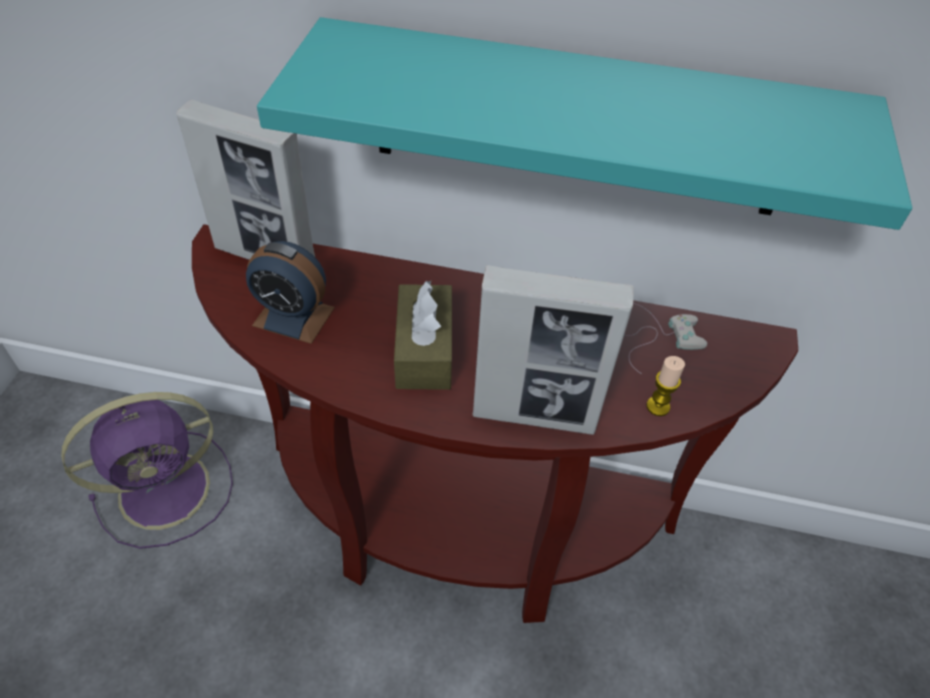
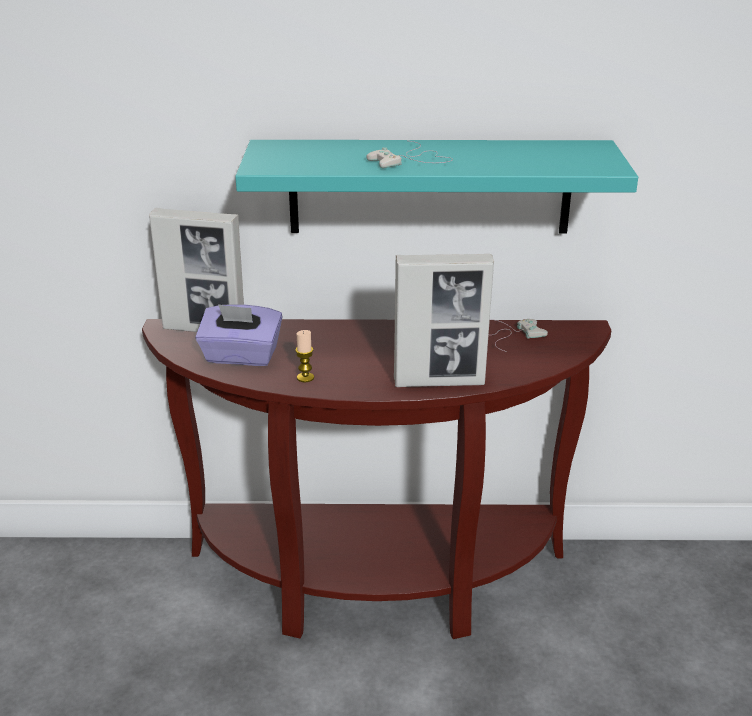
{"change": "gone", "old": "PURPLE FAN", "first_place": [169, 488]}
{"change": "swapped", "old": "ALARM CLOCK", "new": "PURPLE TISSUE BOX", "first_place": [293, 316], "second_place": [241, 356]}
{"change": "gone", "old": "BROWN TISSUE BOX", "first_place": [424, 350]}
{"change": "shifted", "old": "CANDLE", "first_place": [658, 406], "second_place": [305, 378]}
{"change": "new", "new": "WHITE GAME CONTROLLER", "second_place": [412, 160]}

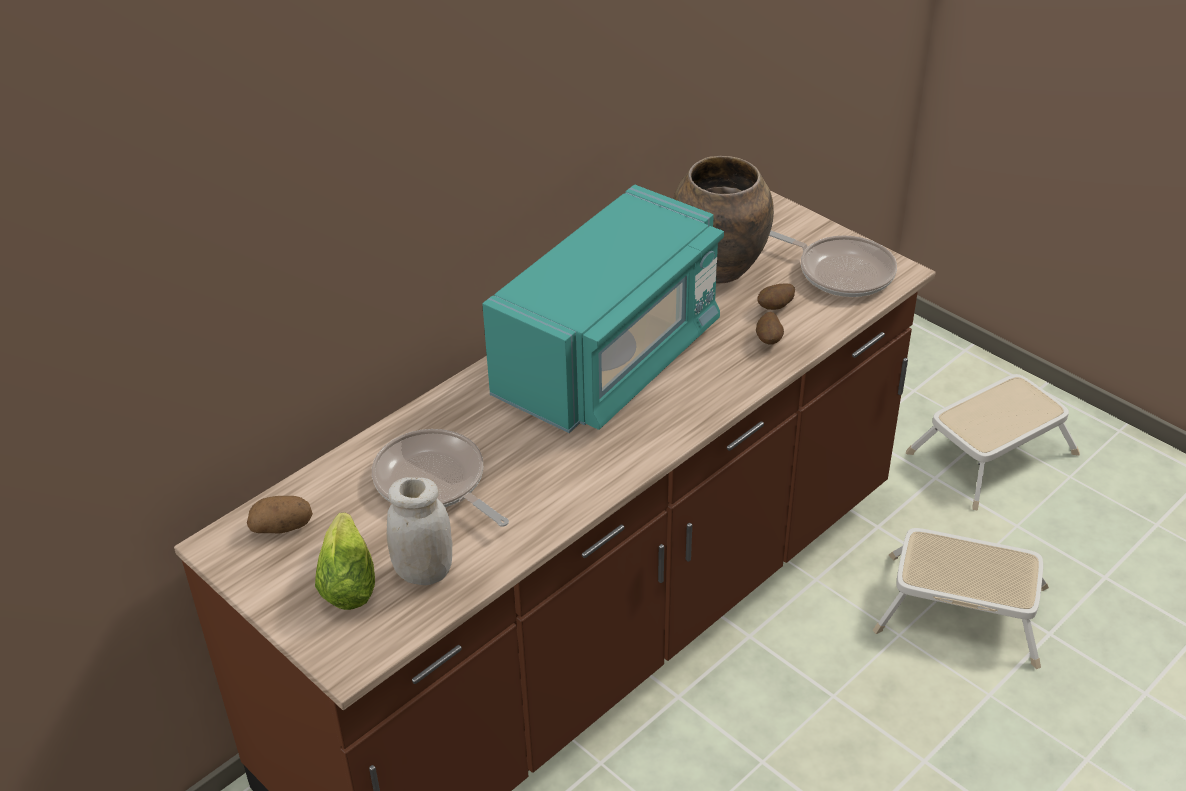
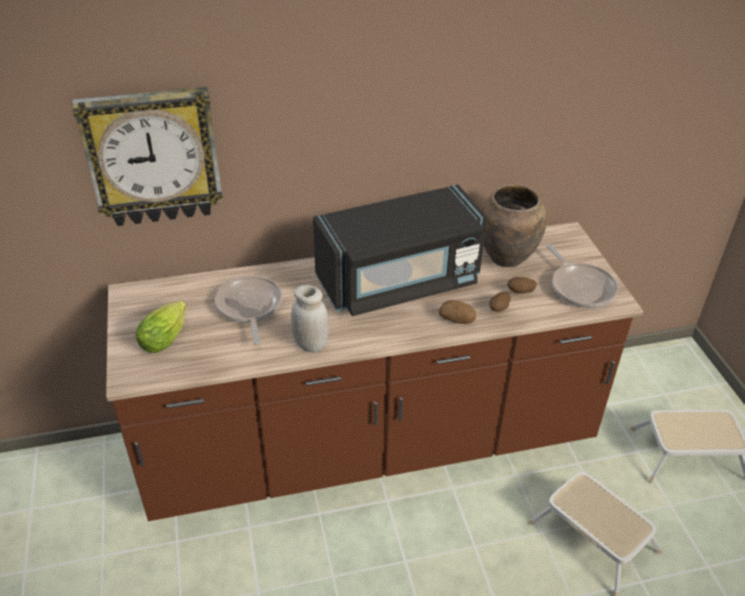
{"change": "shifted", "old": "POTATO", "first_place": [282, 527], "second_place": [457, 320]}
{"change": "shifted", "old": "WHITE JAR", "first_place": [424, 572], "second_place": [310, 344]}
{"change": "repainted", "old": "TURQUOISE MICROWAVE", "new": "BLACK MICROWAVE", "first_place": [610, 359], "second_place": [399, 282]}
{"change": "new", "new": "WALL CLOCK", "second_place": [153, 157]}

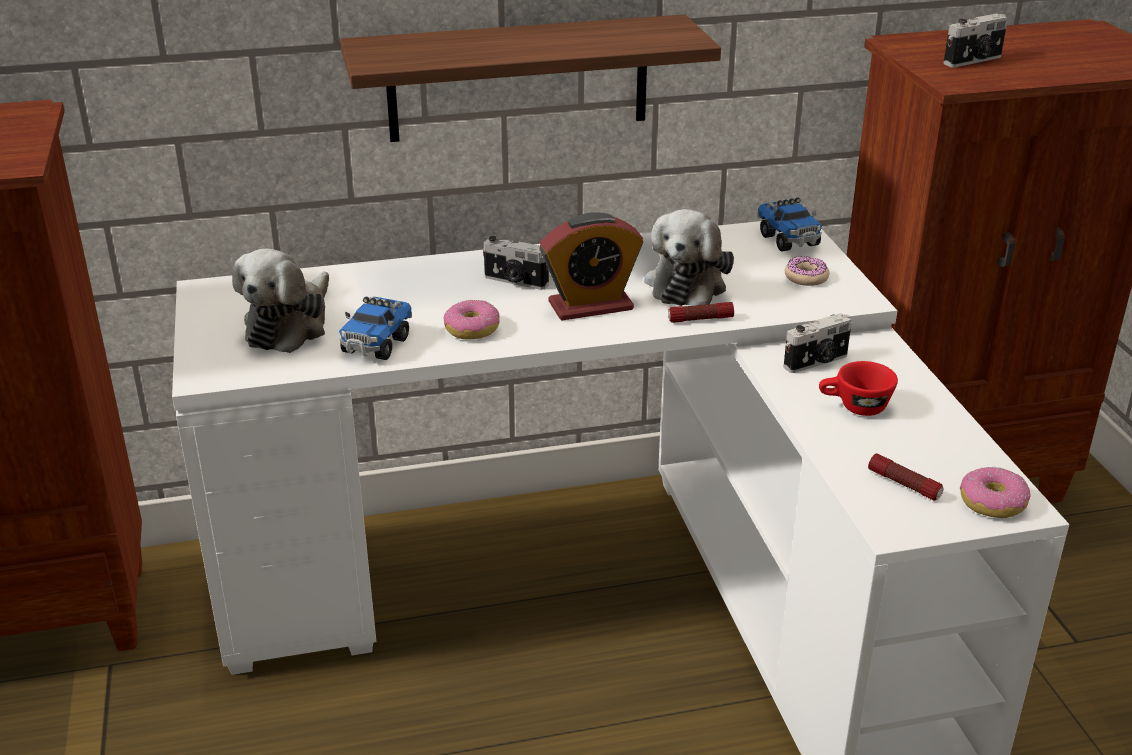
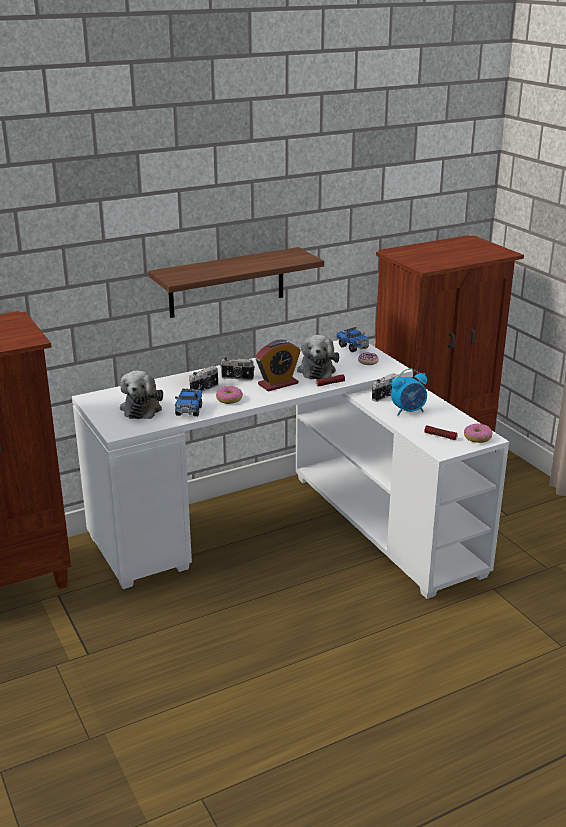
{"change": "swapped", "old": "RED CUP", "new": "ALARM CLOCK", "first_place": [854, 407], "second_place": [408, 411]}
{"change": "shifted", "old": "PHOTO CAMERA", "first_place": [974, 61], "second_place": [205, 389]}

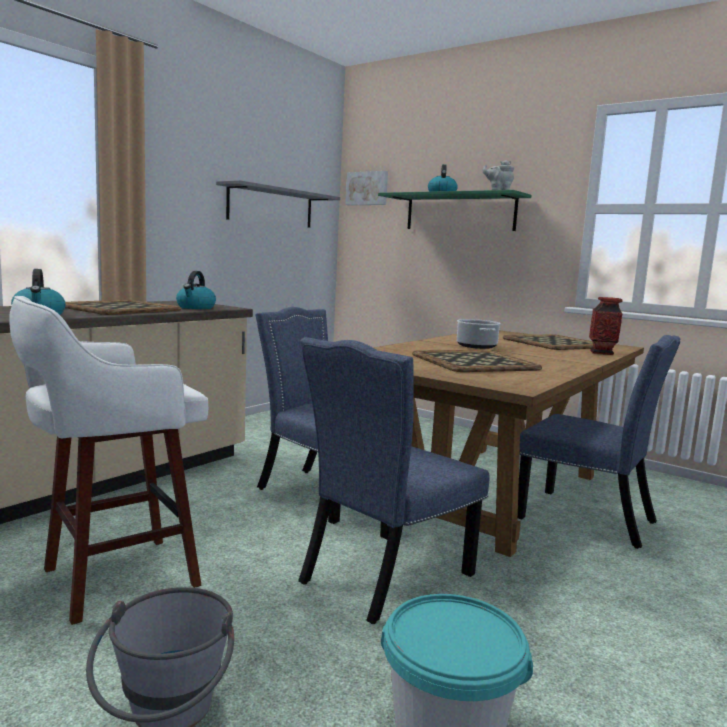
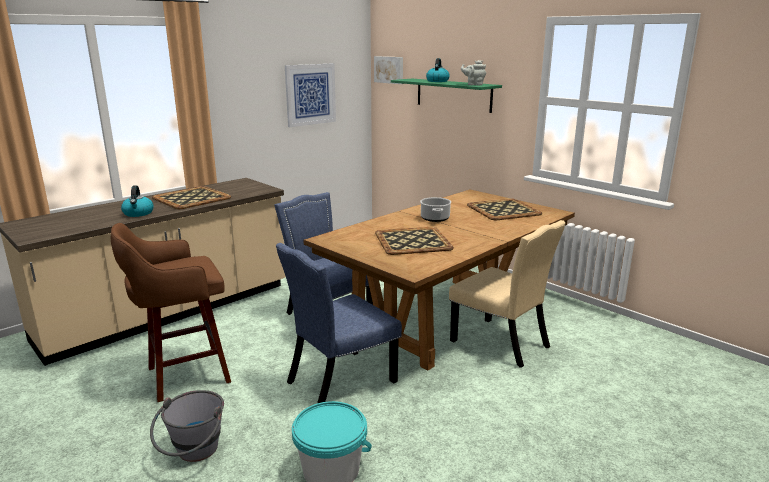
{"change": "repainted", "old": "WHITE STOOL", "new": "BROWN STOOL", "first_place": [113, 580], "second_place": [184, 376]}
{"change": "gone", "old": "KETTLE", "first_place": [196, 307]}
{"change": "swapped", "old": "GREY SHELF", "new": "PICTURE", "first_place": [271, 207], "second_place": [310, 94]}
{"change": "repainted", "old": "BLUE CHAIR", "new": "BEIGE CHAIR", "first_place": [584, 518], "second_place": [499, 342]}
{"change": "gone", "old": "VASE", "first_place": [601, 353]}

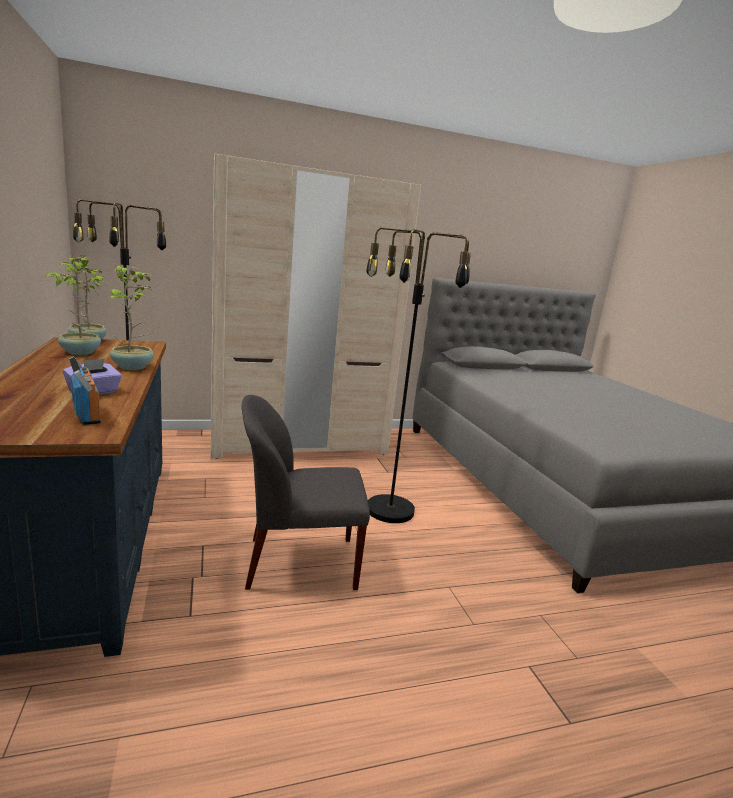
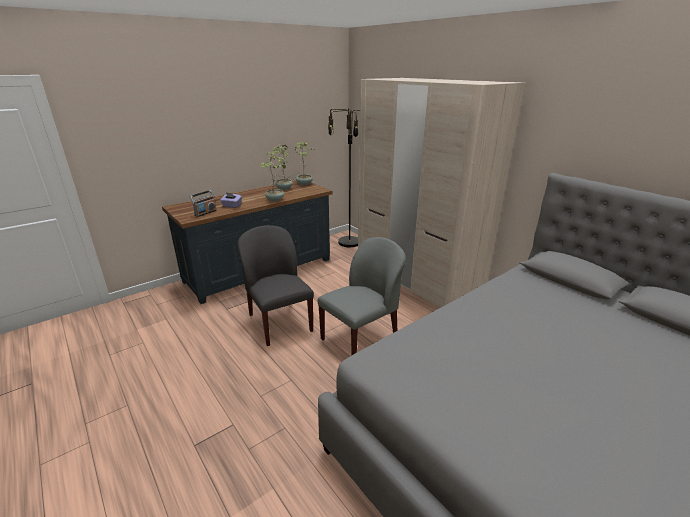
{"change": "swapped", "old": "FLOOR LAMP", "new": "GREY CHAIR", "first_place": [389, 511], "second_place": [361, 338]}

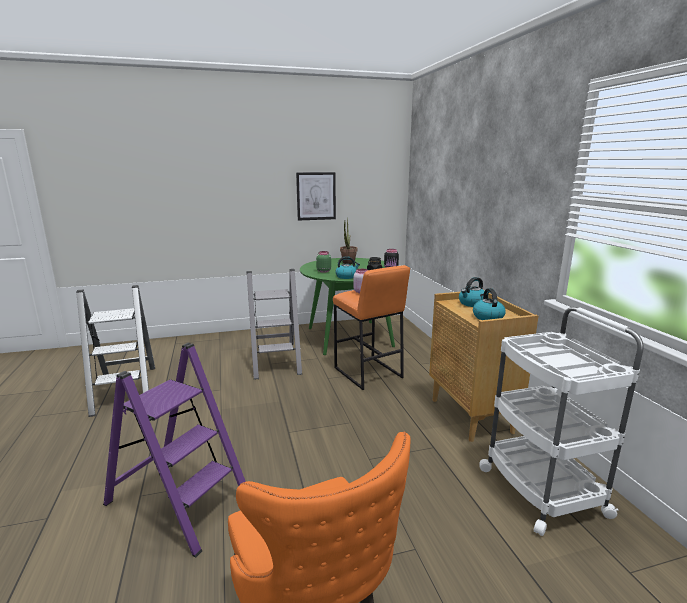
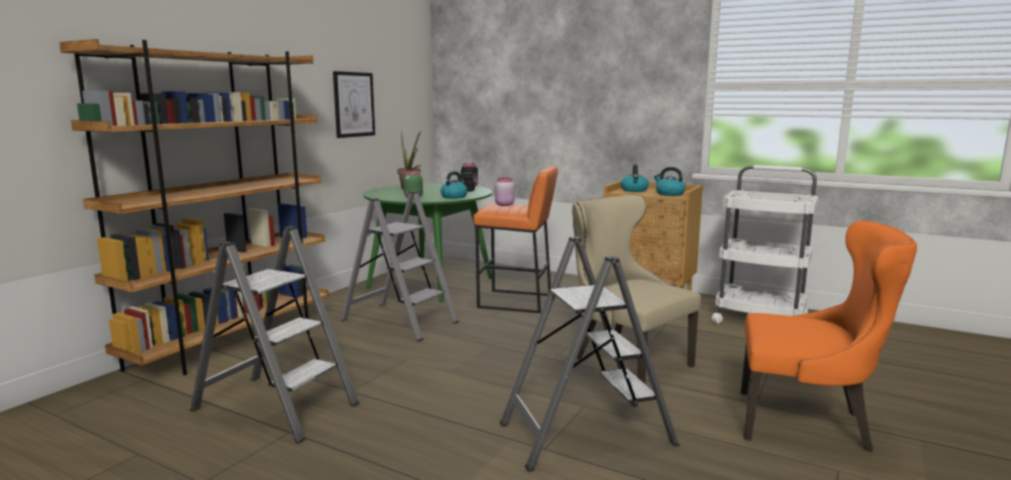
{"change": "repainted", "old": "PURPLE STEP LADDER", "new": "GREY STEP LADDER", "first_place": [177, 501], "second_place": [584, 433]}
{"change": "new", "new": "BROWN BOOKCASE", "second_place": [233, 341]}
{"change": "new", "new": "BEIGE CHAIR", "second_place": [626, 362]}

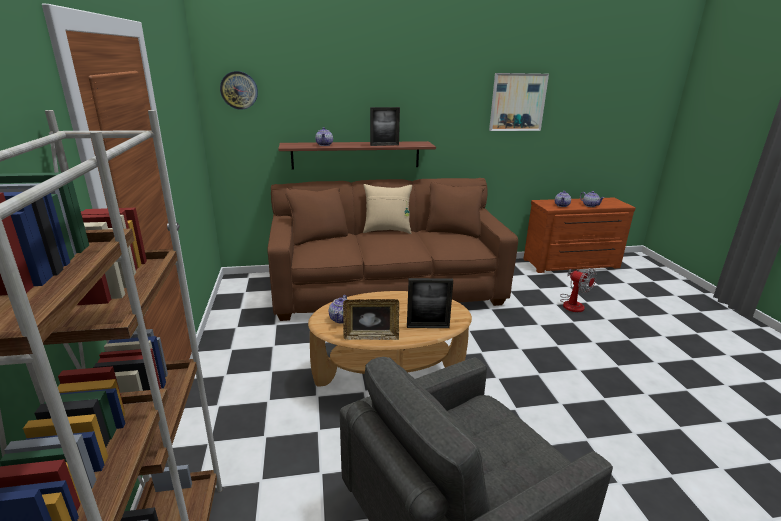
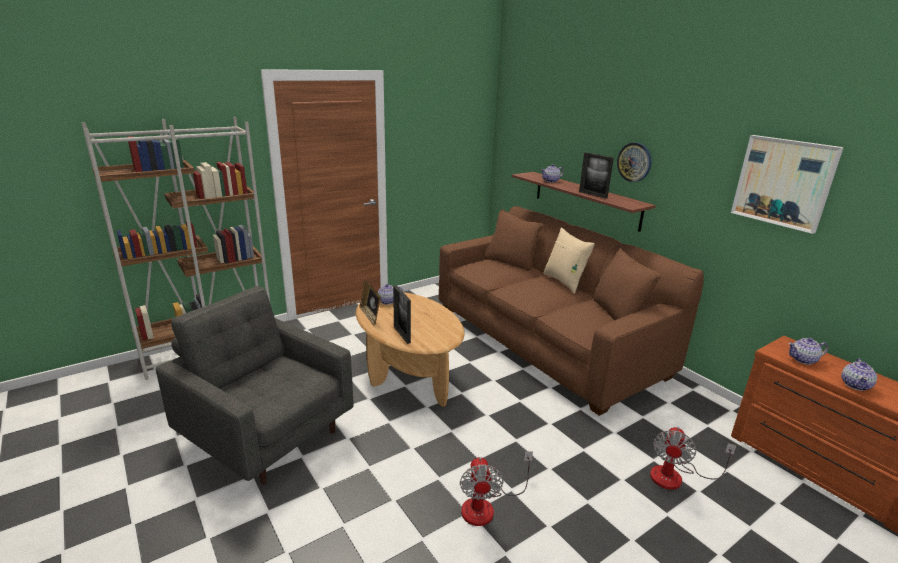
{"change": "shifted", "old": "WALL CLOCK", "first_place": [239, 90], "second_place": [634, 162]}
{"change": "new", "new": "FAN", "second_place": [486, 506]}

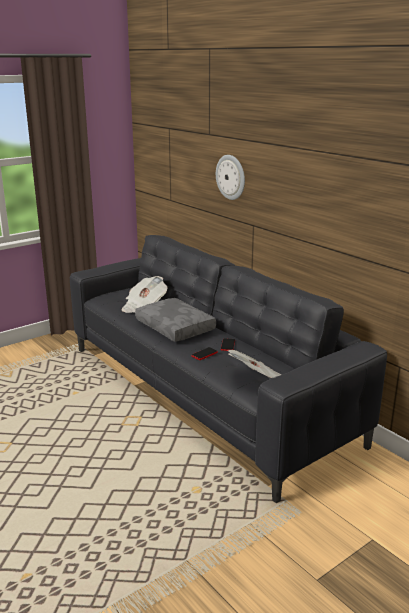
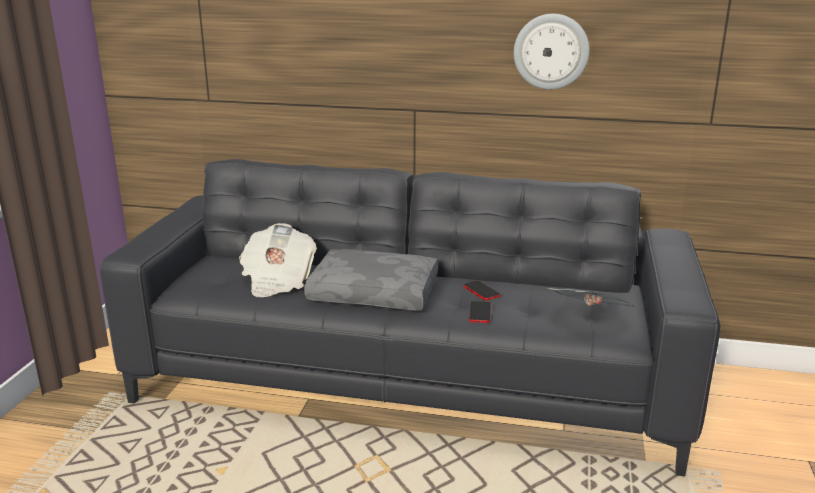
{"change": "shifted", "old": "WALL CLOCK", "first_place": [231, 177], "second_place": [551, 51]}

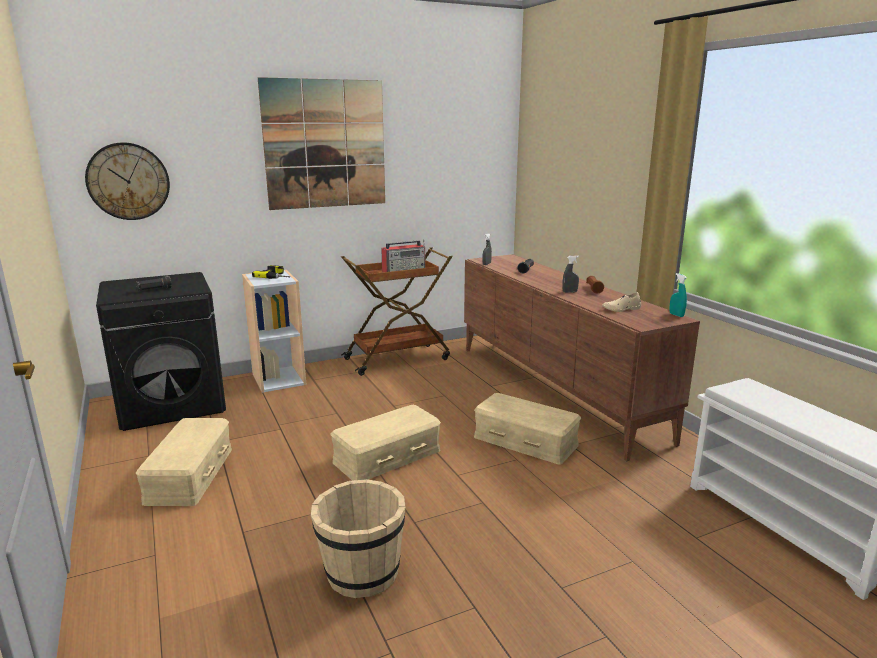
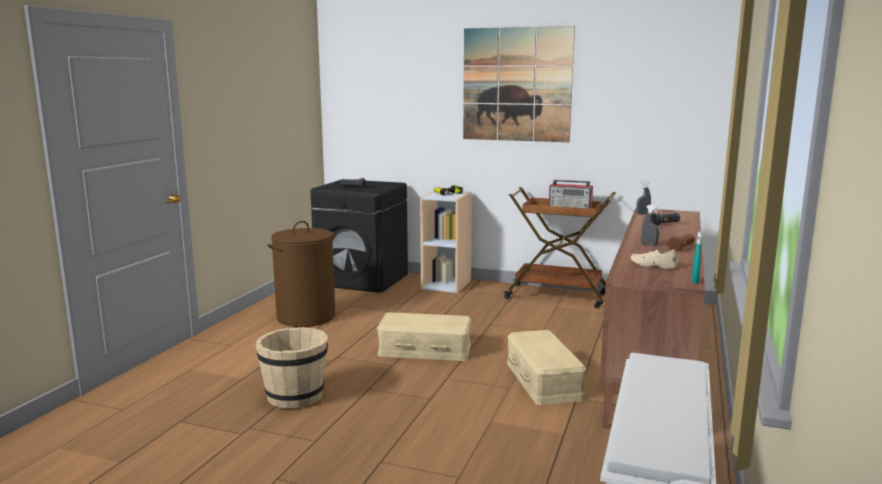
{"change": "gone", "old": "WALL CLOCK", "first_place": [128, 181]}
{"change": "swapped", "old": "BEIGE STORAGE BOX", "new": "BROWN LAUNDRY BASKET", "first_place": [189, 474], "second_place": [306, 317]}

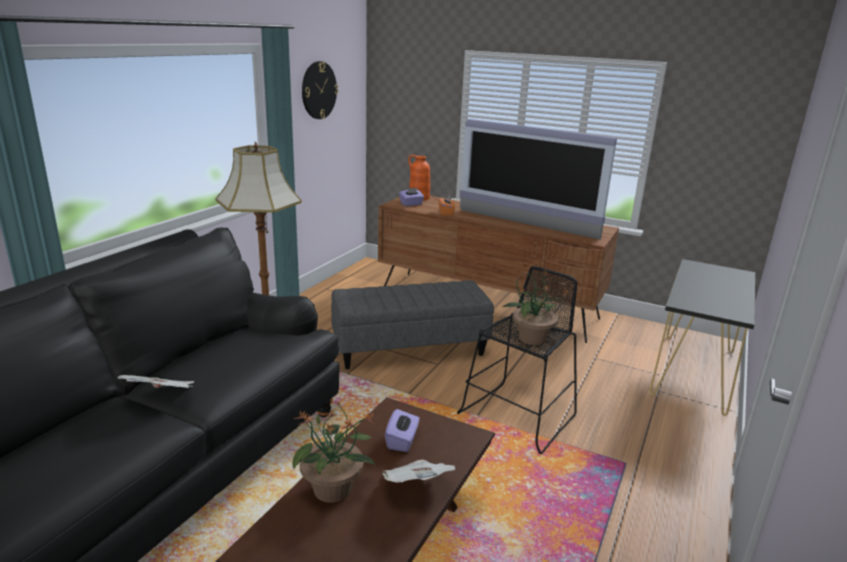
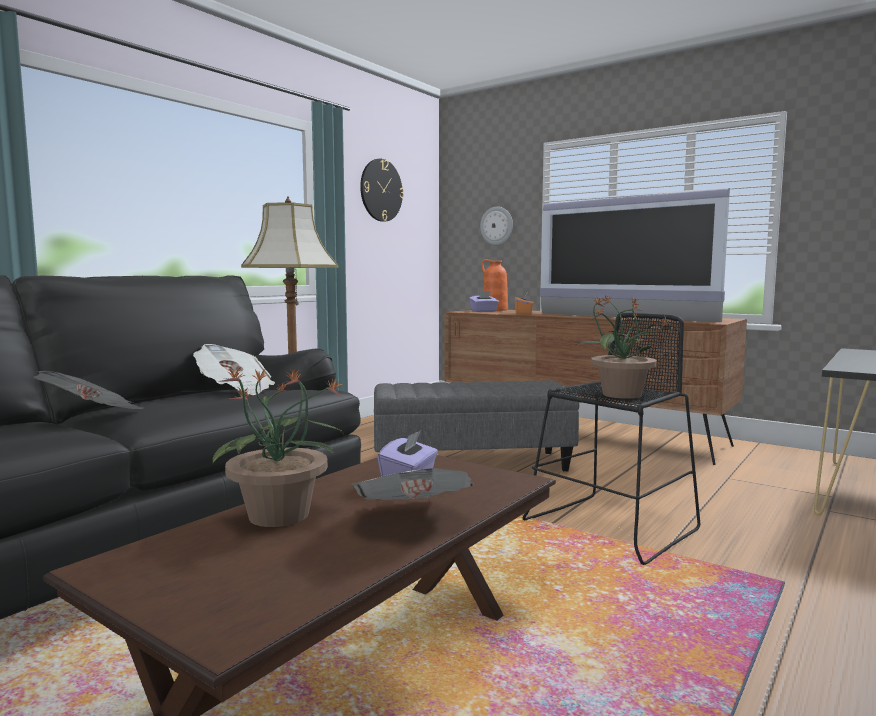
{"change": "new", "new": "NEWSPAPER", "second_place": [235, 390]}
{"change": "new", "new": "WALL CLOCK", "second_place": [497, 226]}

